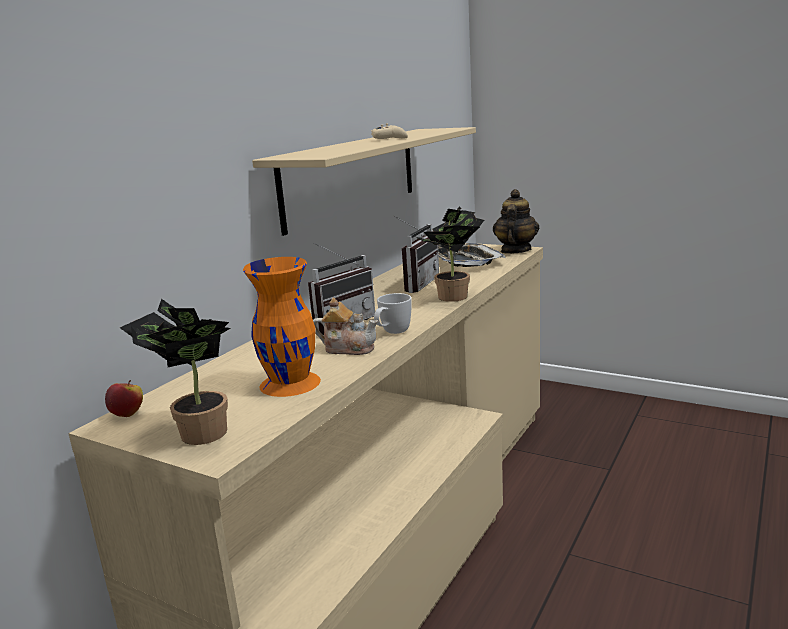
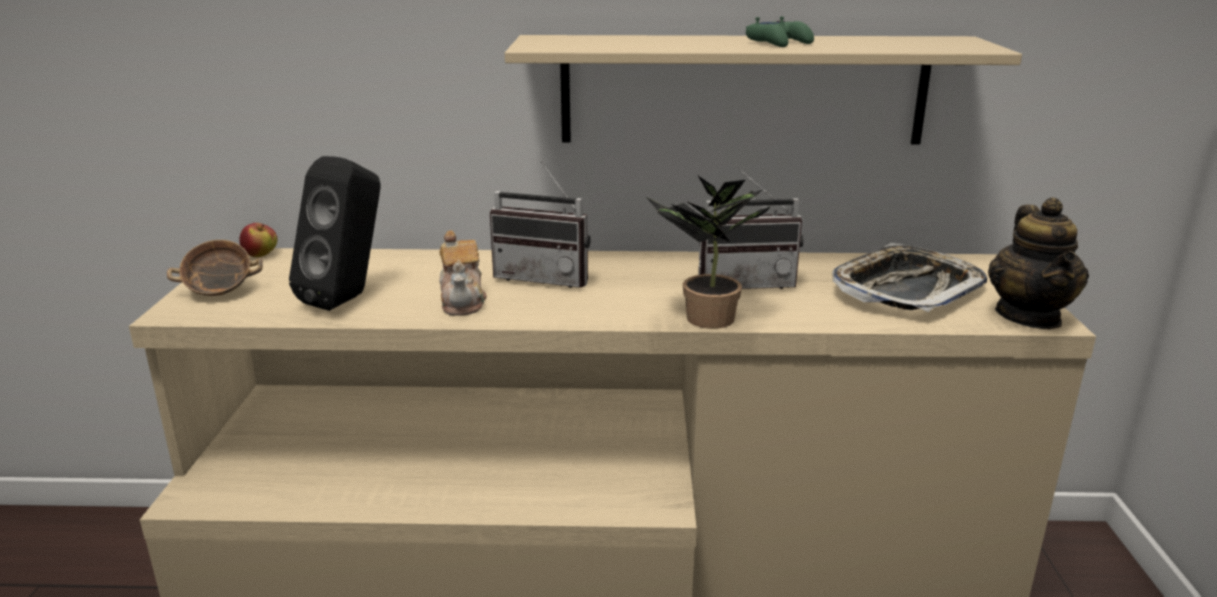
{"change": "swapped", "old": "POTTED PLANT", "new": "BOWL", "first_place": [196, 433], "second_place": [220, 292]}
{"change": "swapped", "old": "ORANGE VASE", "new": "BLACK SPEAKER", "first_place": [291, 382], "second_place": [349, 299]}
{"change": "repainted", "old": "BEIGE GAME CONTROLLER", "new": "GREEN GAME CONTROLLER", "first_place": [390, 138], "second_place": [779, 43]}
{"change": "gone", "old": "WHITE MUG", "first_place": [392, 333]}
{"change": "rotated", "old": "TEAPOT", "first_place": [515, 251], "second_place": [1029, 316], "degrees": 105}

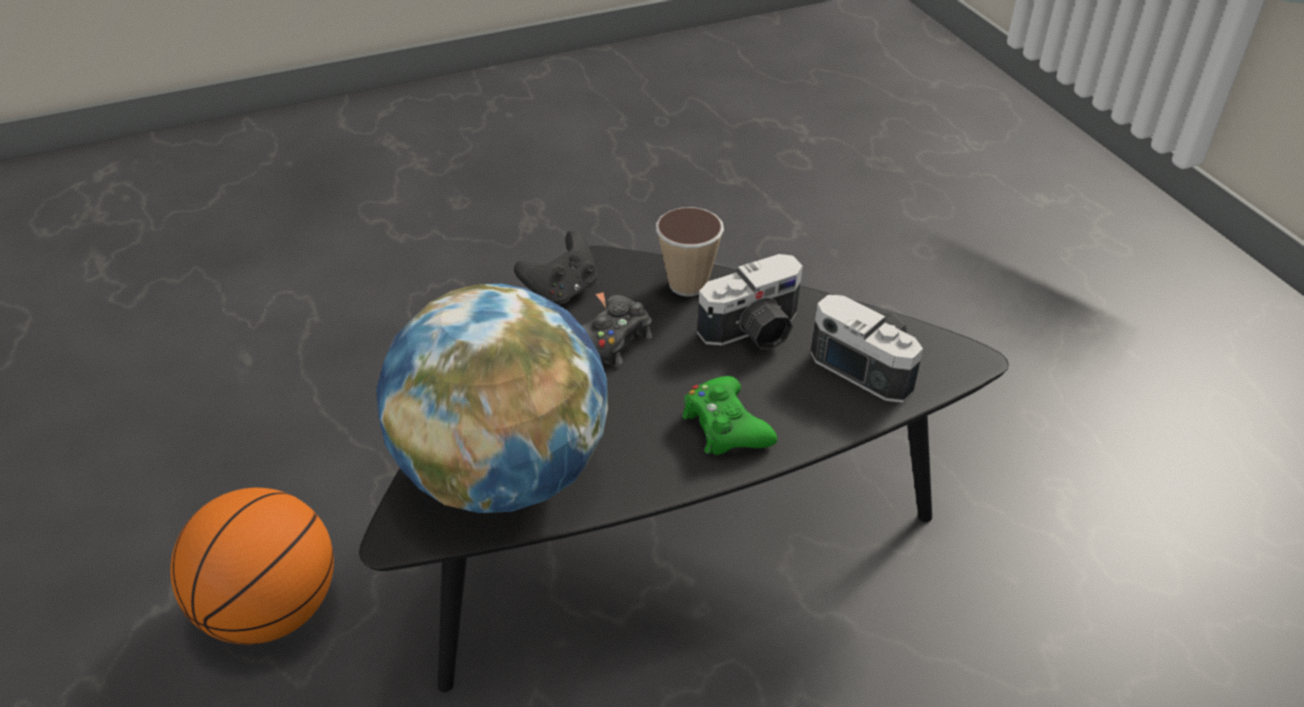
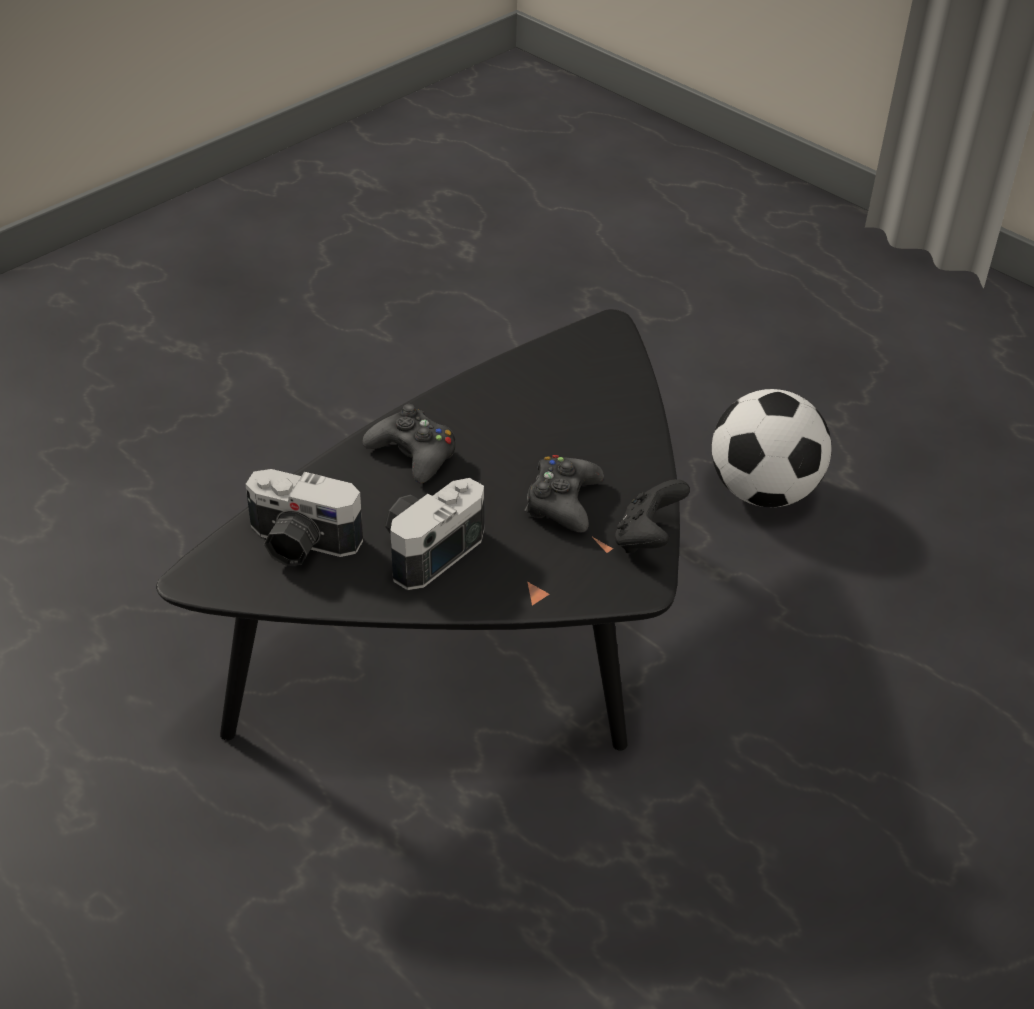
{"change": "swapped", "old": "BASKETBALL", "new": "FOOTBALL", "first_place": [271, 610], "second_place": [763, 492]}
{"change": "gone", "old": "GLOBE", "first_place": [504, 474]}
{"change": "gone", "old": "CUP", "first_place": [688, 284]}
{"change": "repainted", "old": "GREEN GAME CONTROLLER", "new": "BLACK GAME CONTROLLER", "first_place": [725, 426], "second_place": [413, 454]}

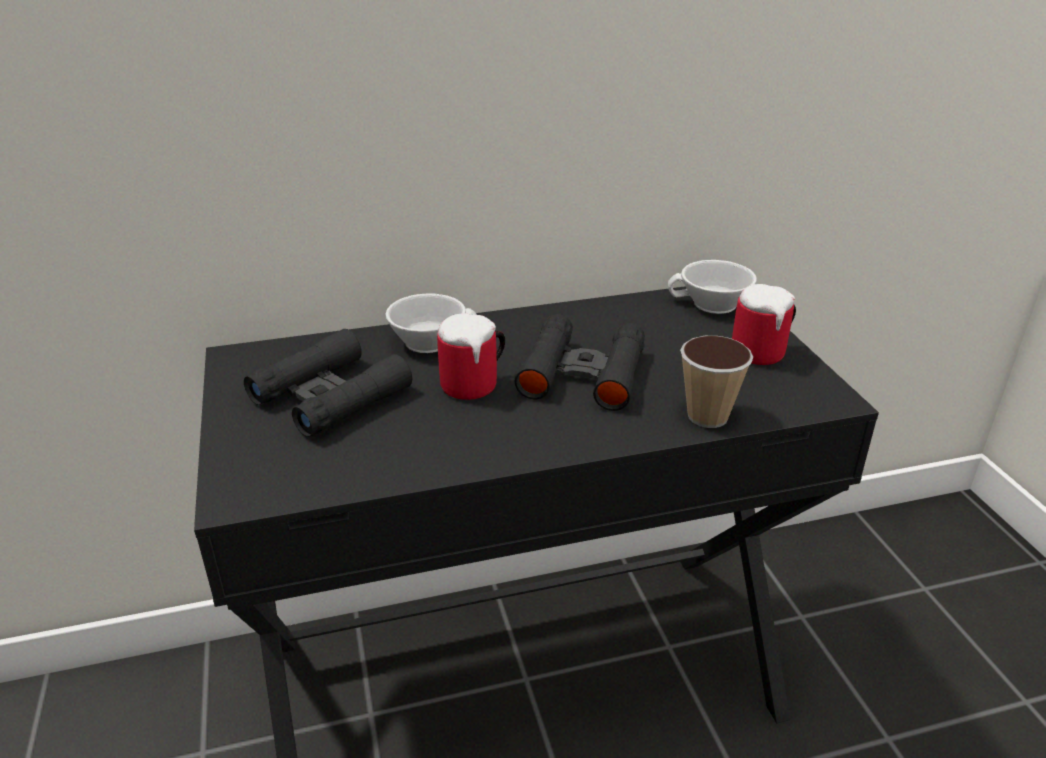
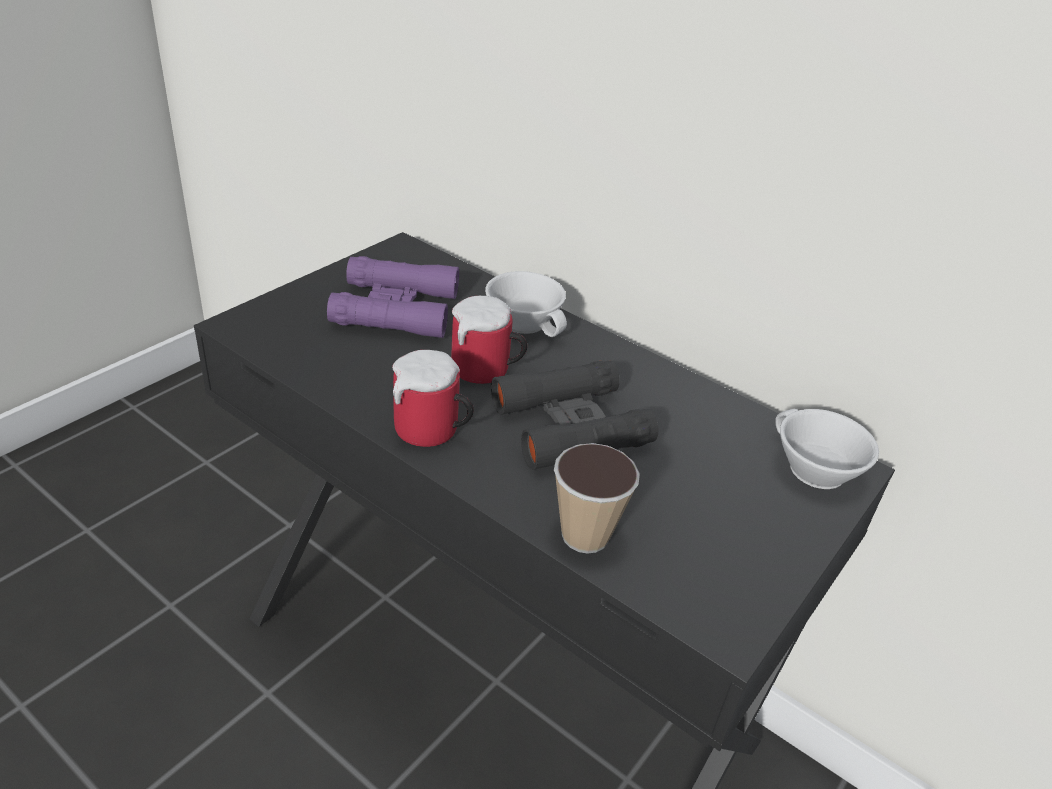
{"change": "repainted", "old": "BLACK BINOCULARS", "new": "PURPLE BINOCULARS", "first_place": [330, 395], "second_place": [395, 309]}
{"change": "shifted", "old": "MUG", "first_place": [765, 352], "second_place": [432, 433]}

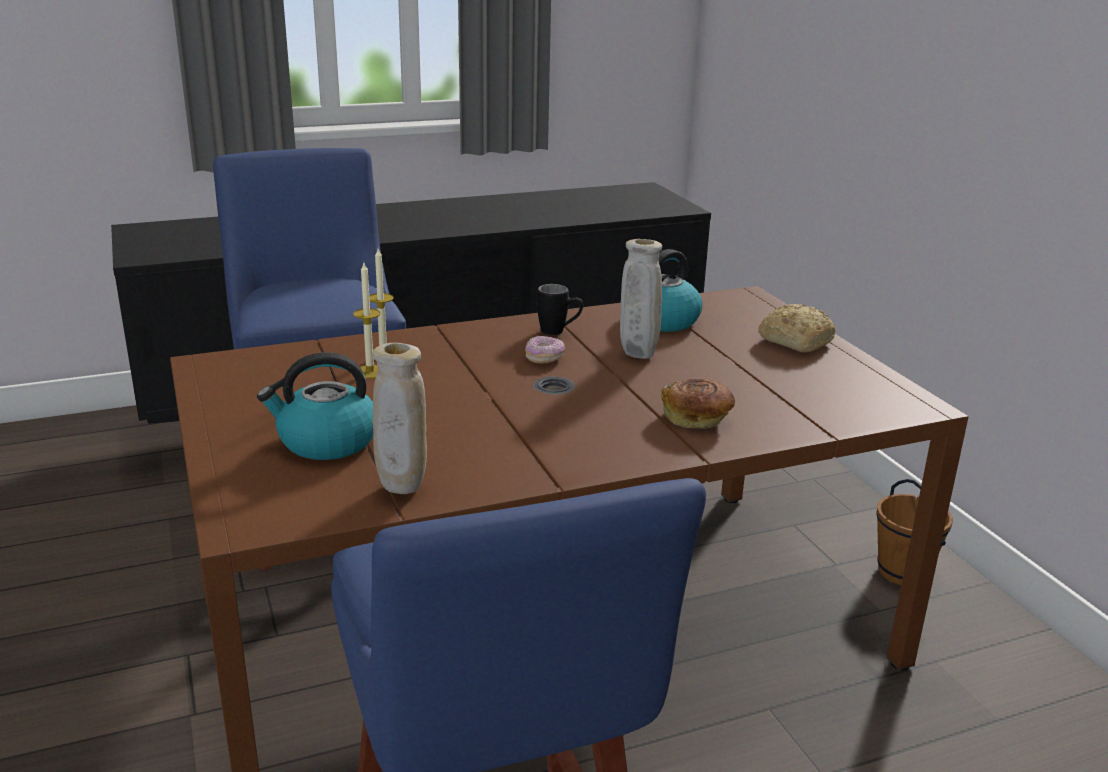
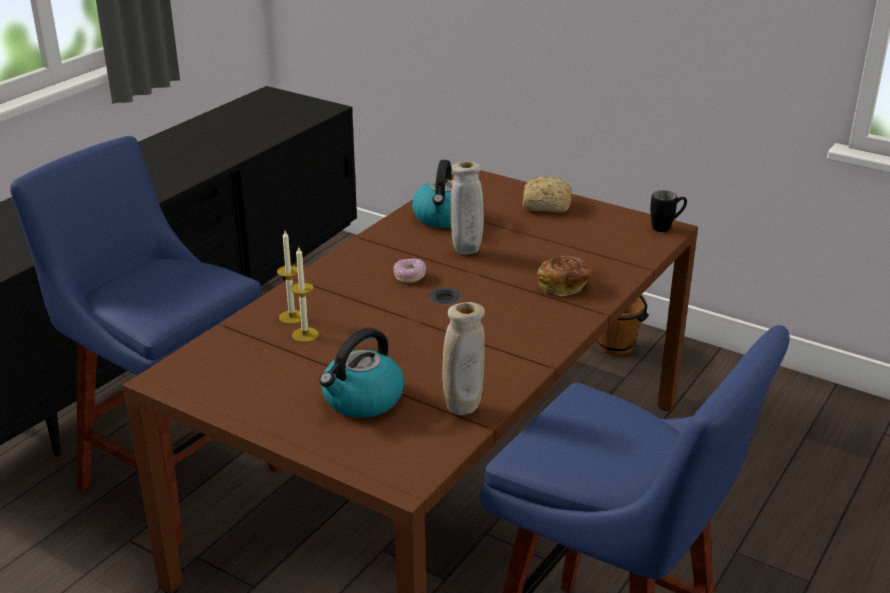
{"change": "shifted", "old": "BLACK MUG", "first_place": [559, 332], "second_place": [666, 227]}

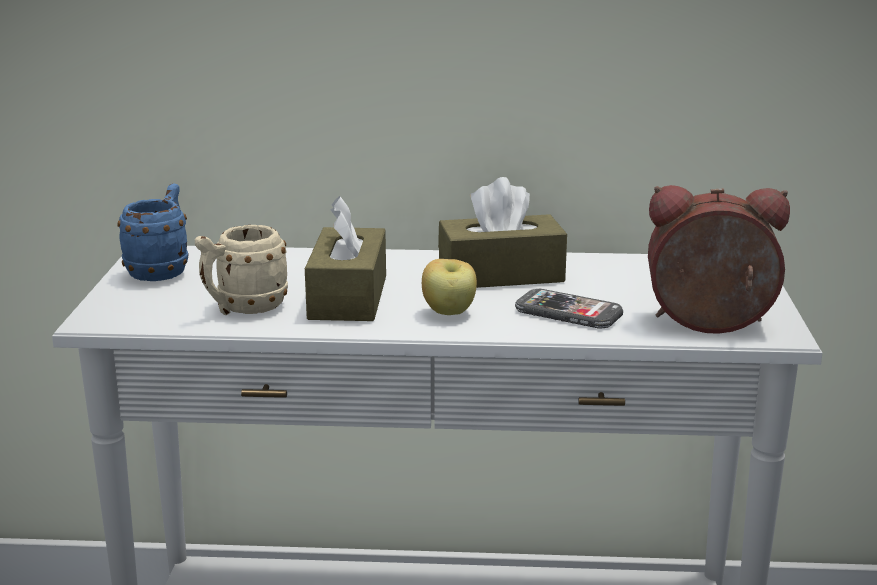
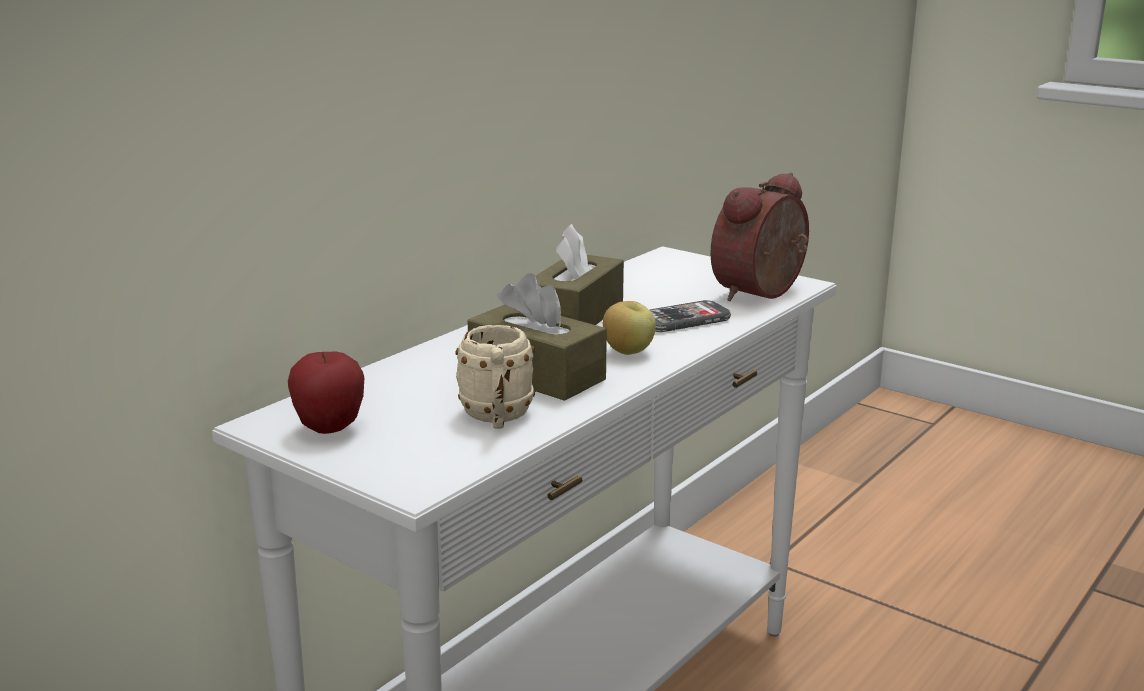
{"change": "swapped", "old": "BLUE MUG", "new": "APPLE", "first_place": [162, 270], "second_place": [330, 429]}

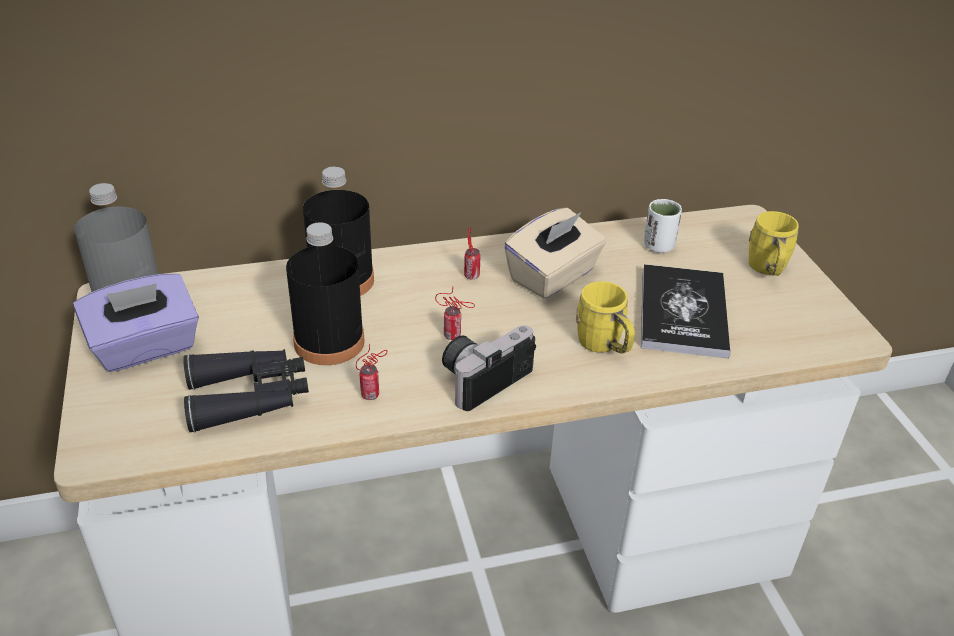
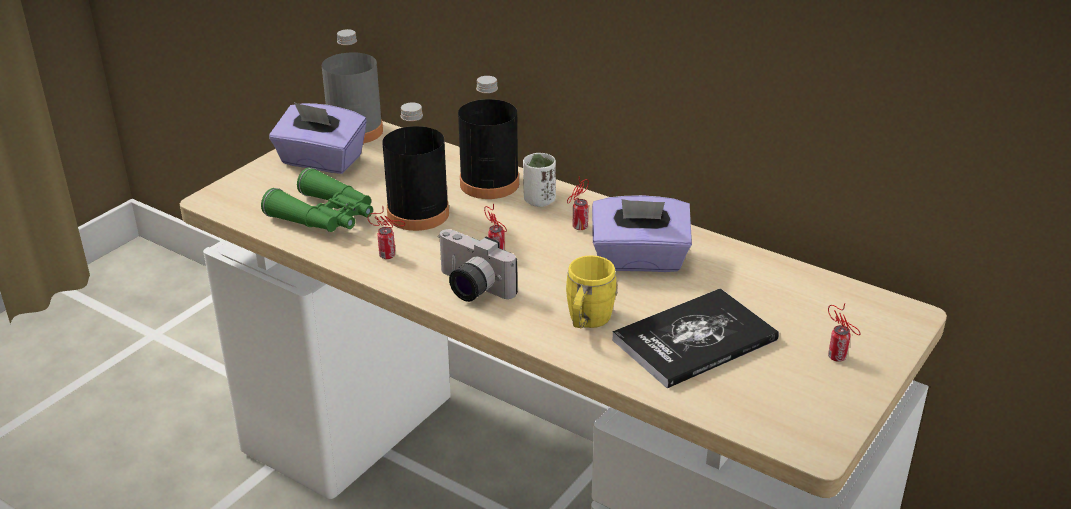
{"change": "repainted", "old": "BLACK BINOCULARS", "new": "GREEN BINOCULARS", "first_place": [249, 397], "second_place": [325, 217]}
{"change": "rotated", "old": "PHOTO CAMERA", "first_place": [483, 377], "second_place": [470, 288], "degrees": -150}
{"change": "repainted", "old": "BEIGE TISSUE BOX", "new": "PURPLE TISSUE BOX", "first_place": [553, 276], "second_place": [639, 260]}
{"change": "shifted", "old": "WHITE CUP", "first_place": [658, 246], "second_place": [539, 200]}
{"change": "swapped", "old": "YELLOW MUG", "new": "CAN", "first_place": [767, 270], "second_place": [839, 358]}

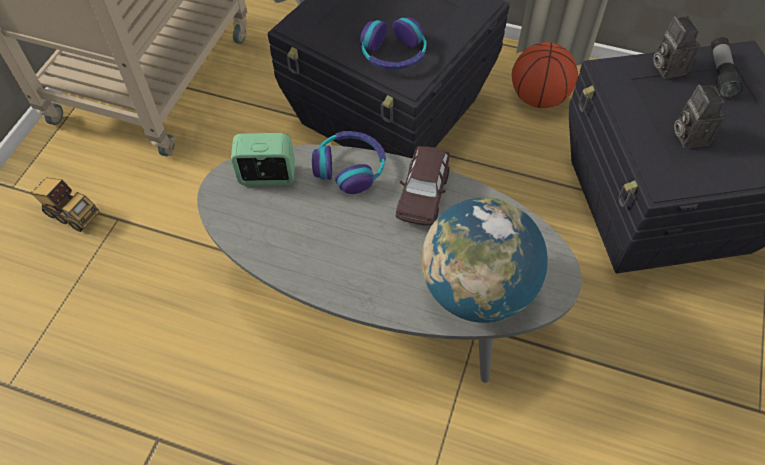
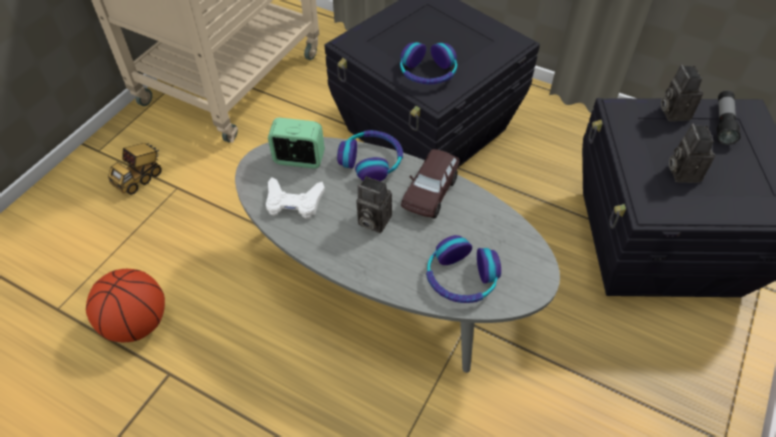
{"change": "rotated", "old": "TOY TRUCK", "first_place": [71, 214], "second_place": [140, 178], "degrees": 90}
{"change": "swapped", "old": "GLOBE", "new": "HEADPHONES", "first_place": [477, 290], "second_place": [461, 278]}
{"change": "shifted", "old": "BASKETBALL", "first_place": [538, 98], "second_place": [137, 323]}
{"change": "new", "new": "WHITE GAME CONTROLLER", "second_place": [293, 202]}
{"change": "new", "new": "PHOTO CAMERA", "second_place": [372, 221]}

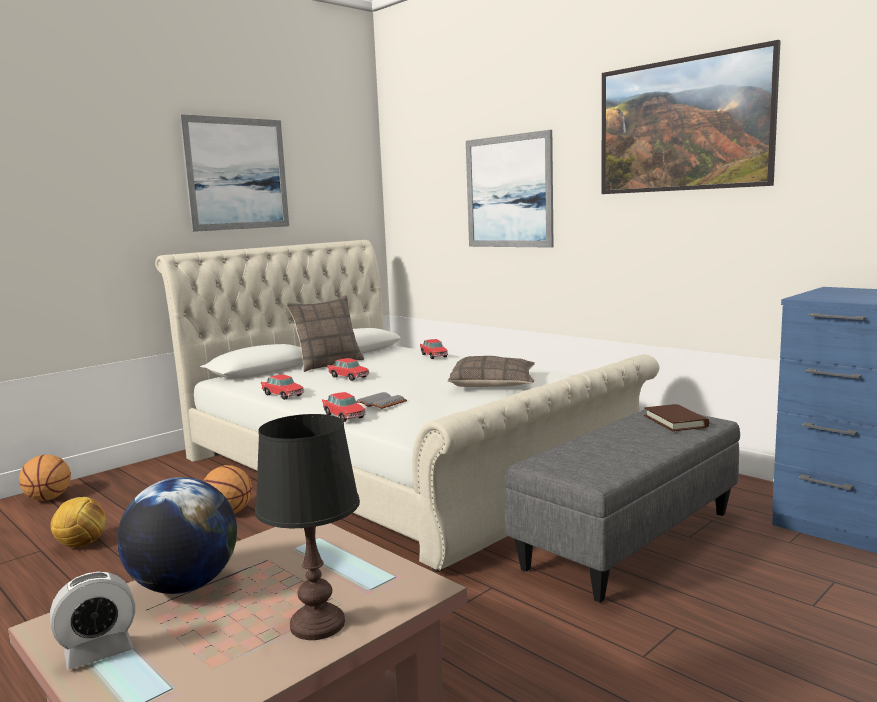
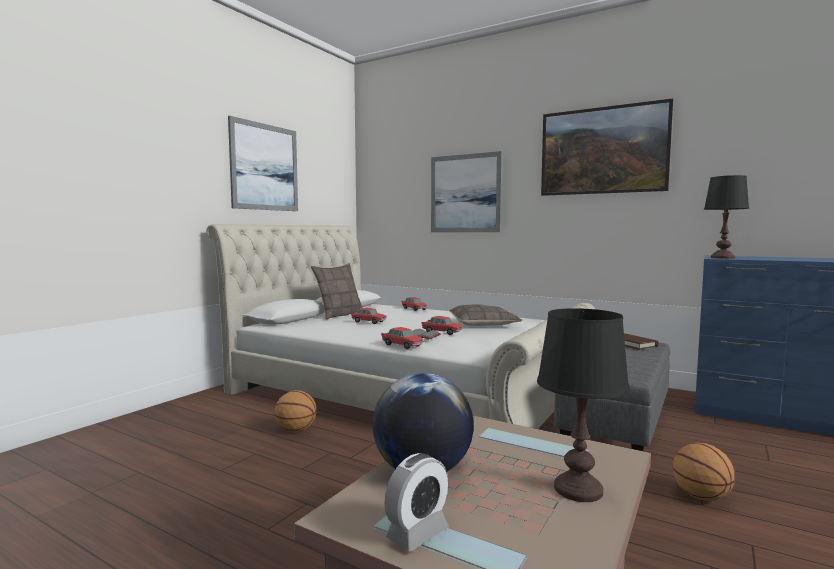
{"change": "shifted", "old": "BASKETBALL", "first_place": [49, 498], "second_place": [701, 497]}
{"change": "gone", "old": "FOOTBALL", "first_place": [81, 545]}
{"change": "shifted", "old": "TOY CAR", "first_place": [283, 395], "second_place": [442, 332]}
{"change": "new", "new": "BLACK TABLE LAMP", "second_place": [722, 258]}

